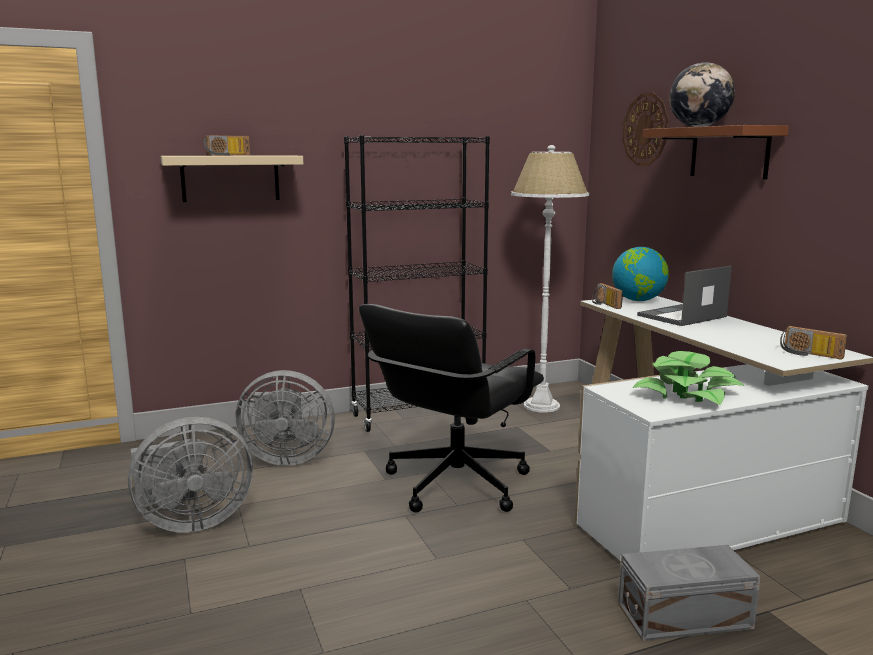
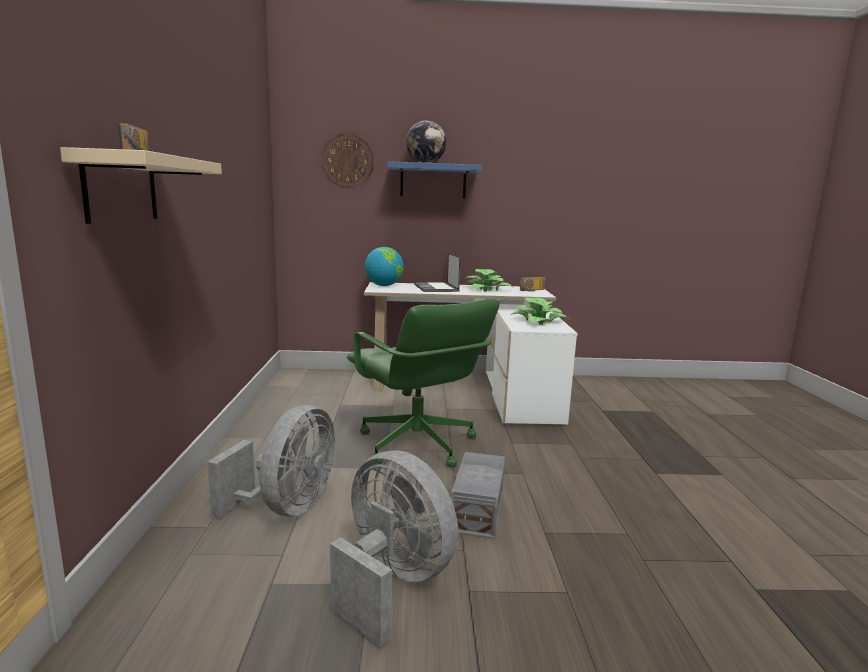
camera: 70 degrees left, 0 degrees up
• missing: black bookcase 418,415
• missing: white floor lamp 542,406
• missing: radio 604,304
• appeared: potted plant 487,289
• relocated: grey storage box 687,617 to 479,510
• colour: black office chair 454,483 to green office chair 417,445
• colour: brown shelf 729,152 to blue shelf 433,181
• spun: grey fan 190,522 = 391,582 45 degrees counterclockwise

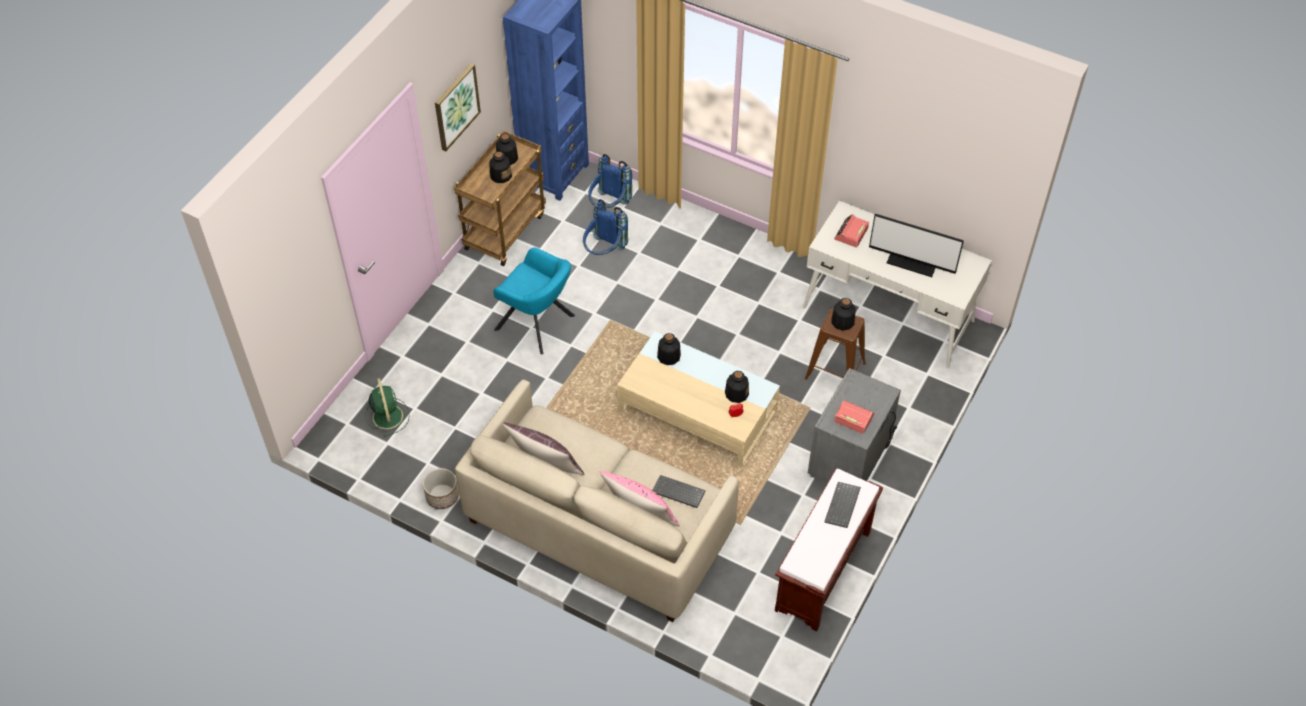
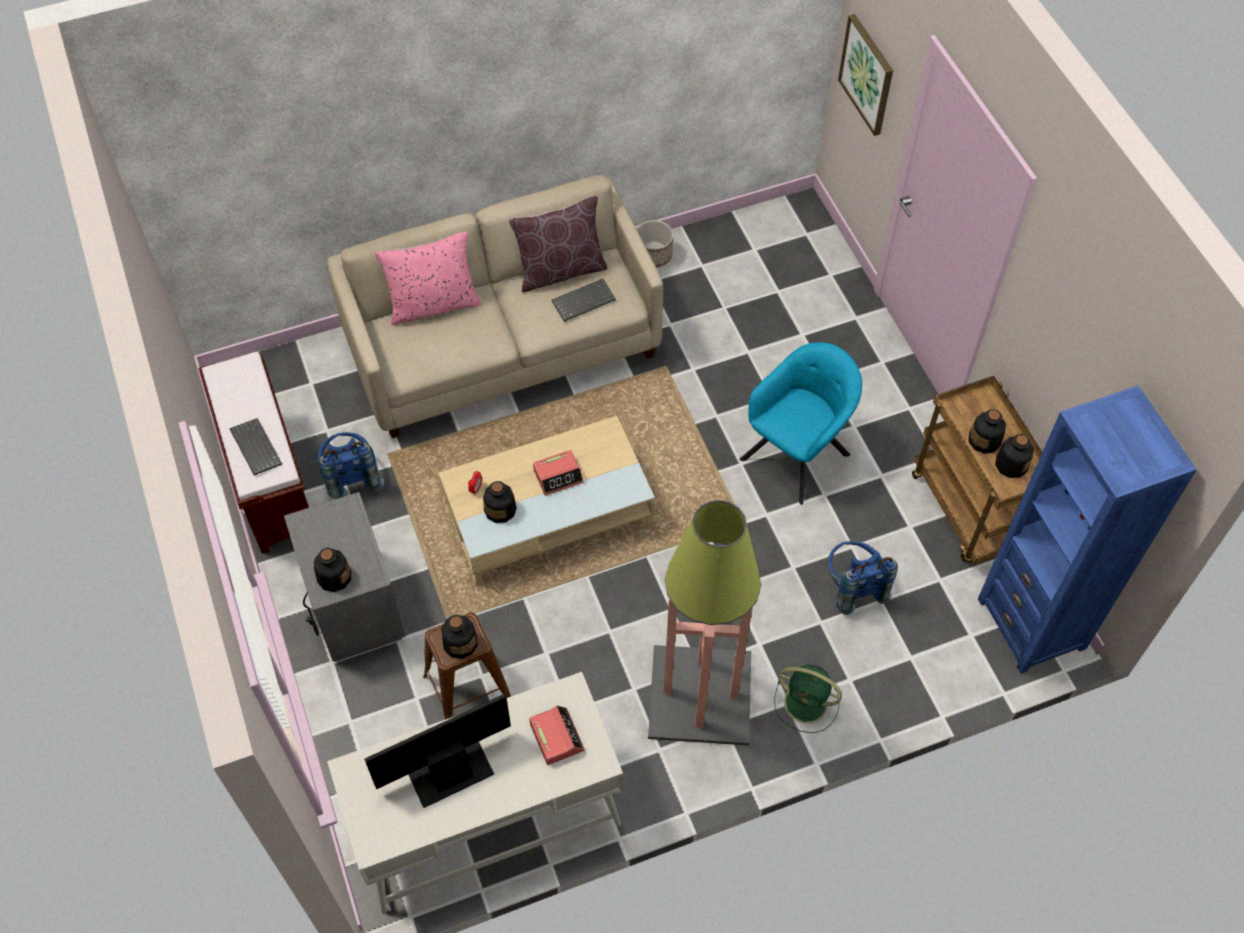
camera: 130 degrees right, 5 degrees up
• appeared: floor lamp 699,694
• relocated: green fan 387,415 to 807,704
• relocated: picture 456,106 to 867,74
• relocated: blue backpack 608,206 to 351,477
• relocated: keyboard 677,493 to 583,300
• relocated: bottle 669,356 to 334,577
• relocated: alarm clock 853,418 to 558,476
• spun: turquoise armchair 537,324 = 797,453 150 degrees clockwise

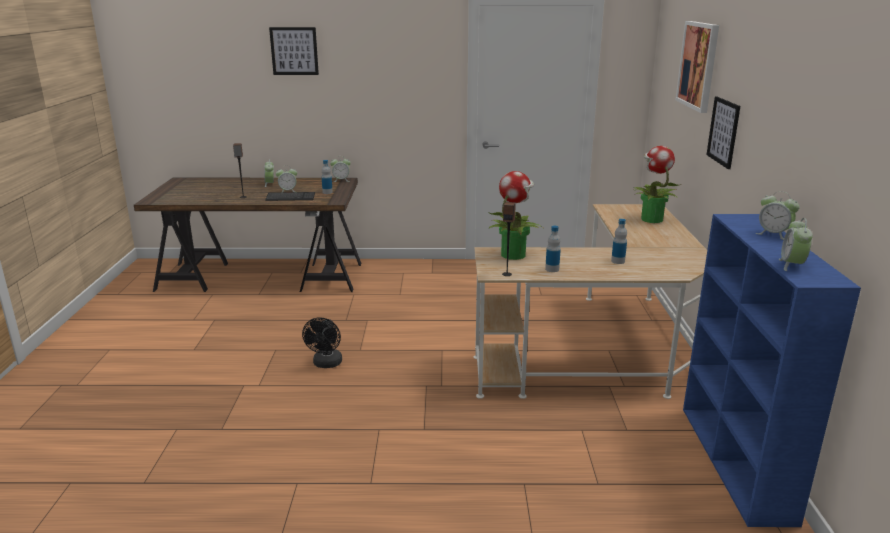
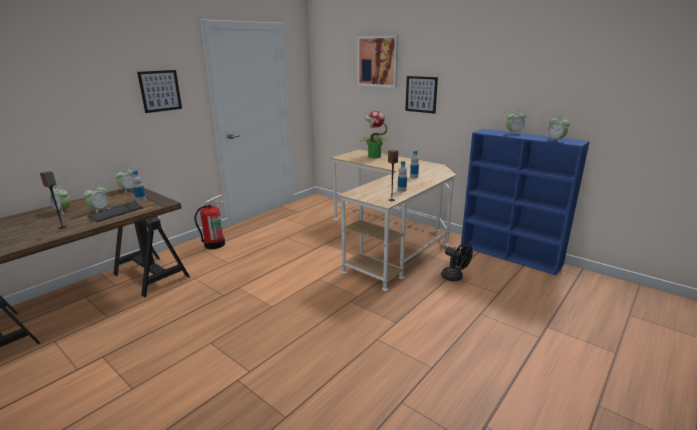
camera: 50 degrees left, 0 degrees up
• missing: potted plant 513,254
• appeared: fire extinguisher 214,244
• relocated: picture 294,51 to 160,91
• relocated: black fan 326,364 to 455,278

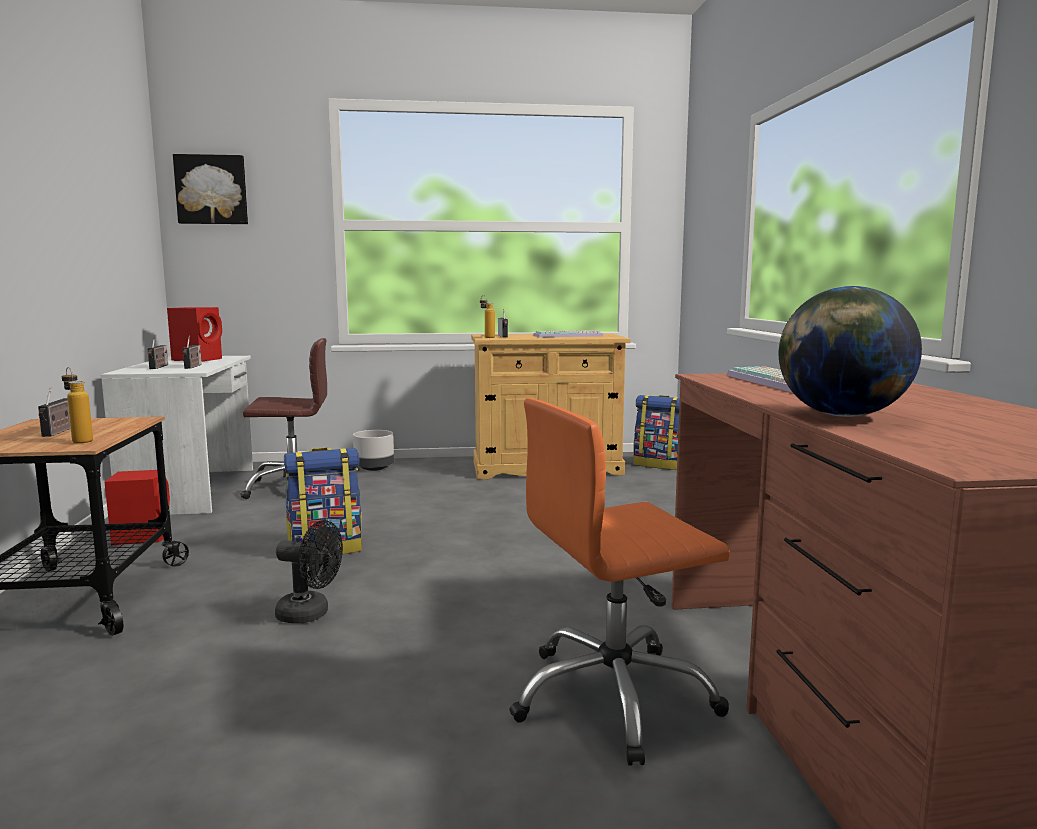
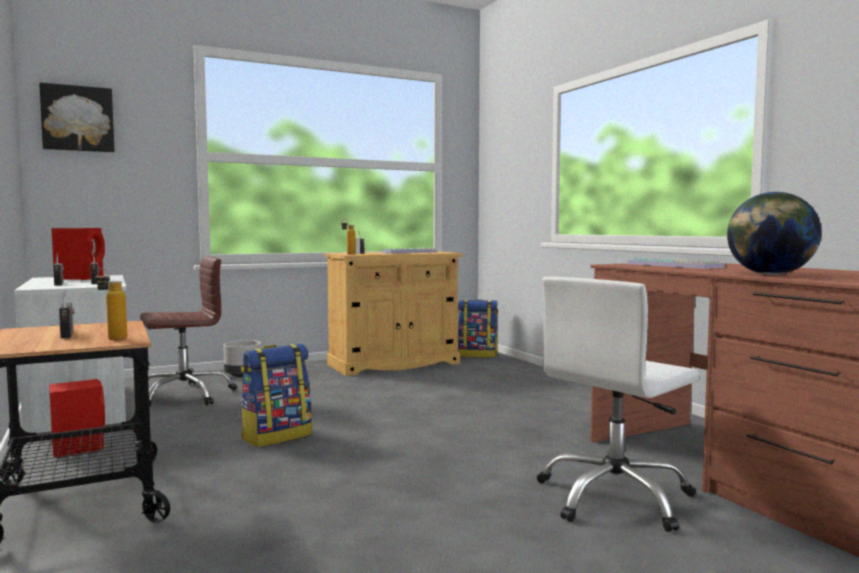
camera: 20 degrees left, 5 degrees down
• missing: black fan 310,614
• colour: orange office chair 614,698 to white office chair 615,498

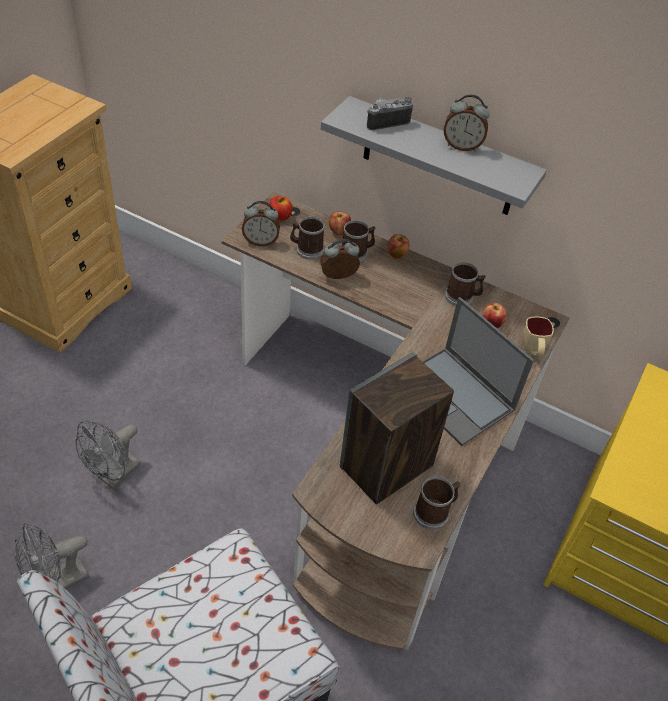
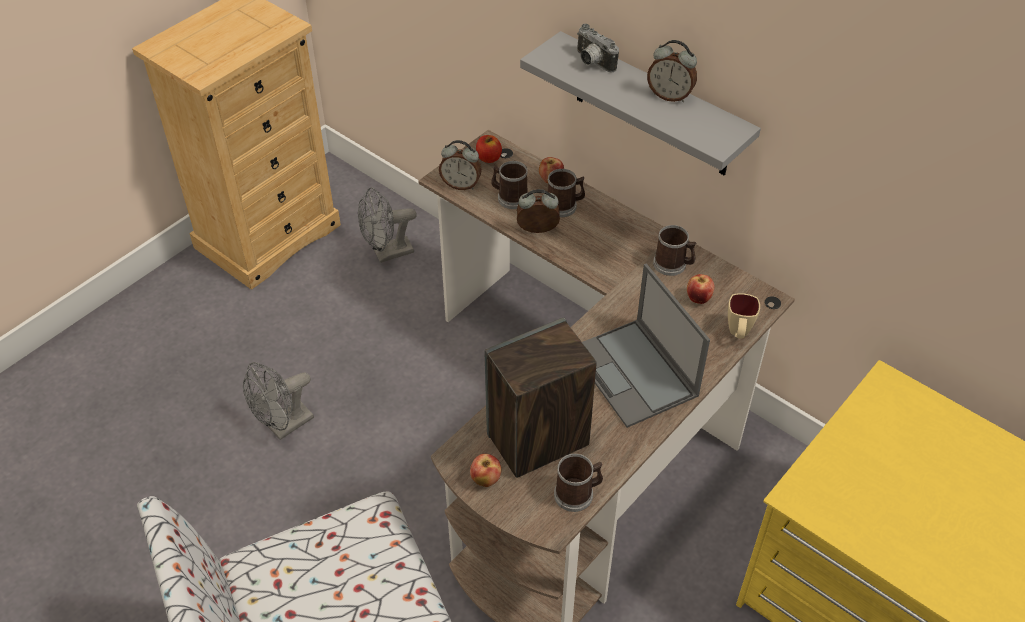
camera: 15 degrees right, 0 degrees up
• relocated: grey fan 57,583 to 387,253
• relocated: apple 396,255 to 485,479
• spun: photo camera 385,121 = 592,62 120 degrees counterclockwise

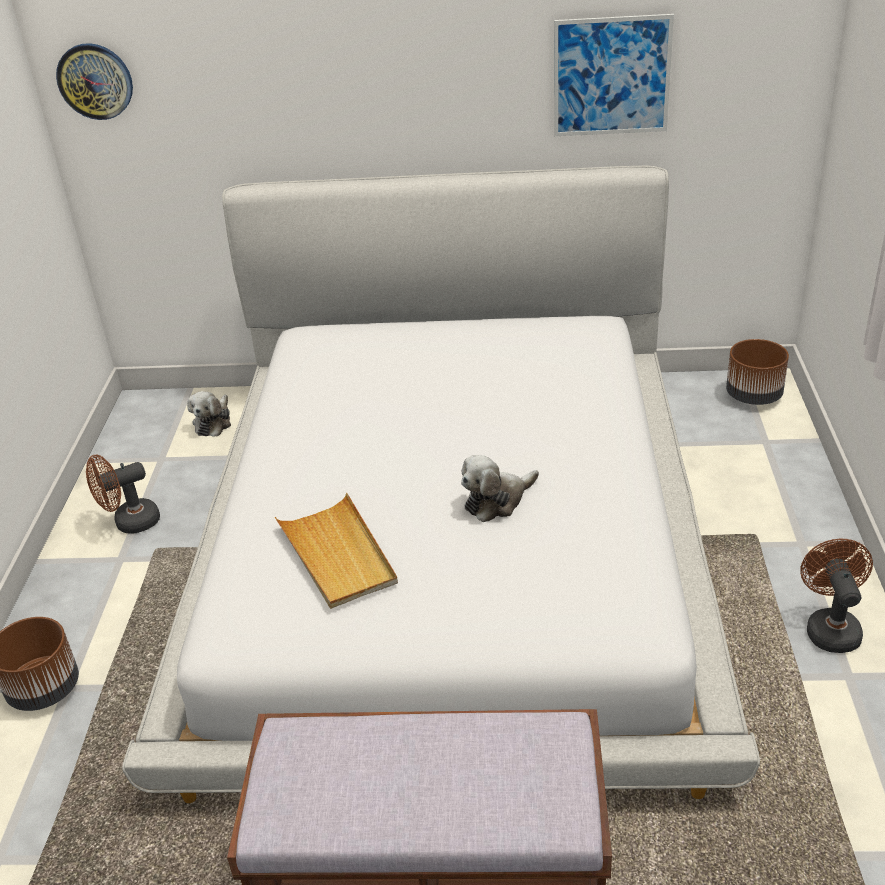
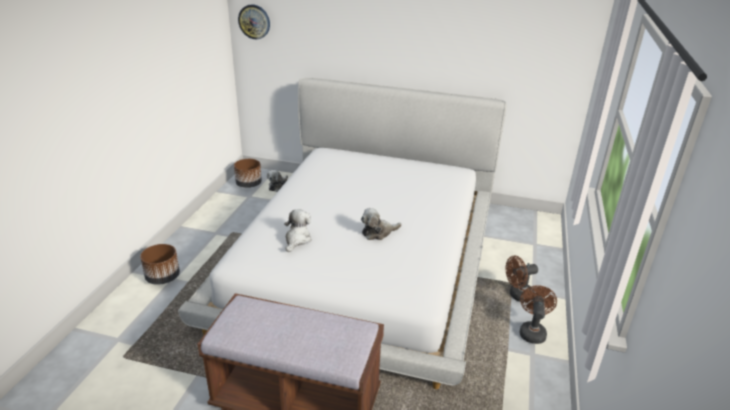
camera: 10 degrees right, 5 degrees down
• missing: picture 611,76
• relocated: brown fan 130,523 to 517,295
• relocated: brown planter 753,396 to 249,185
• exchanged: beige tray 338,555 to plush toy 297,240

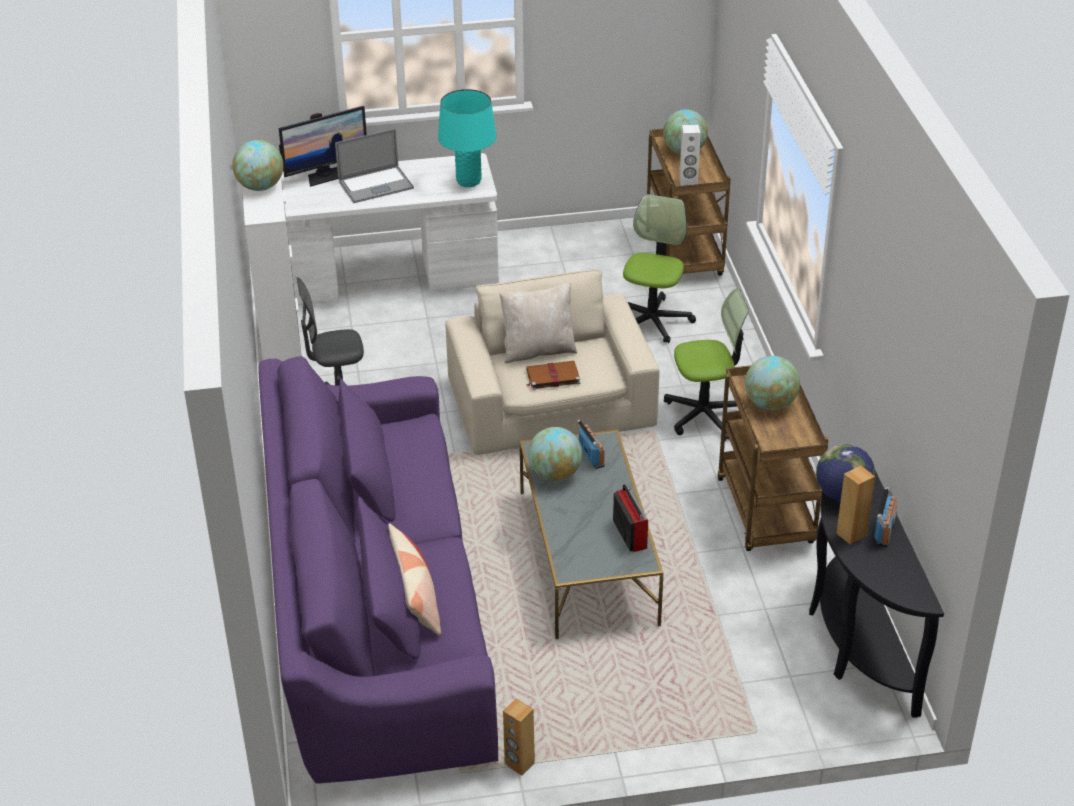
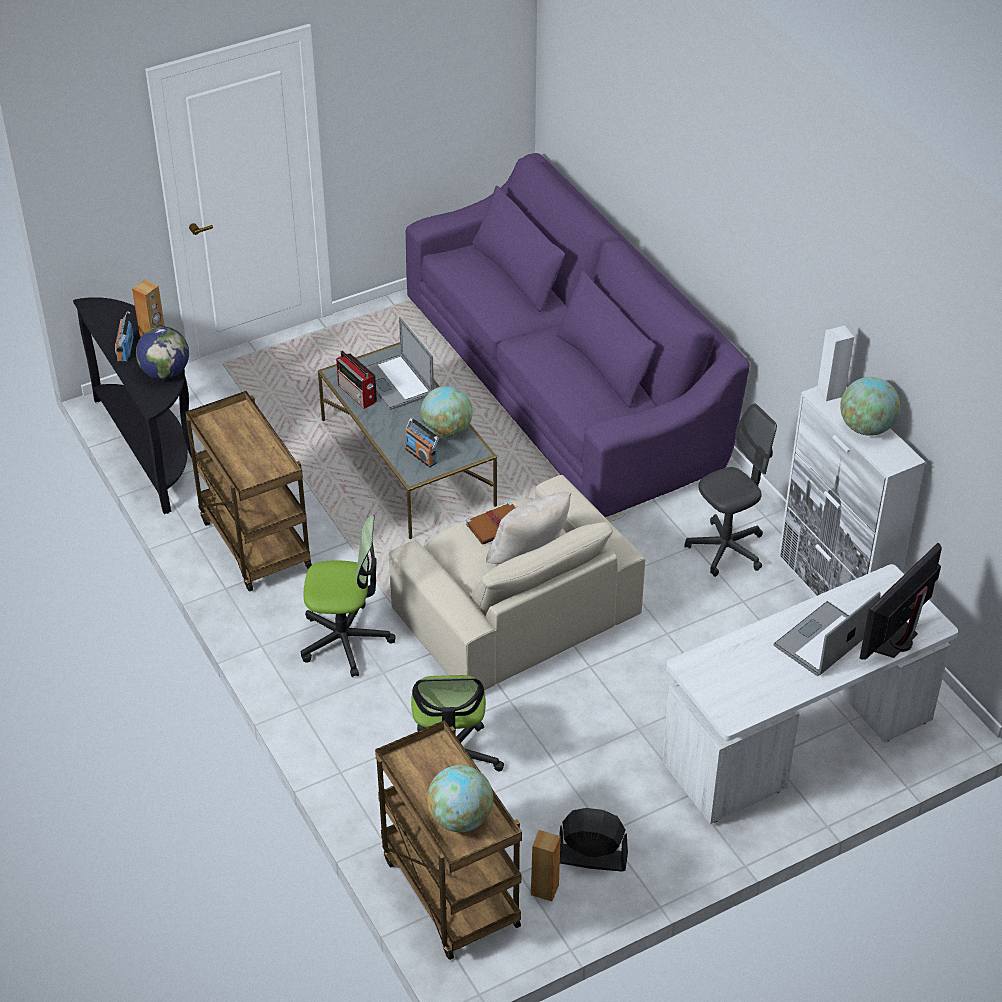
camera: 160 degrees right, 5 degrees up
• missing: pillow 415,597
• missing: turquoise table lamp 469,181
• missing: globe 770,404
• appeared: laptop 396,382
• appeared: black fan 591,857
• relocated: brown speaker 519,764 to 545,889
• relocated: white speaker 688,182 to 830,392
• spun: office chair 705,414 = 345,640 150 degrees counterclockwise

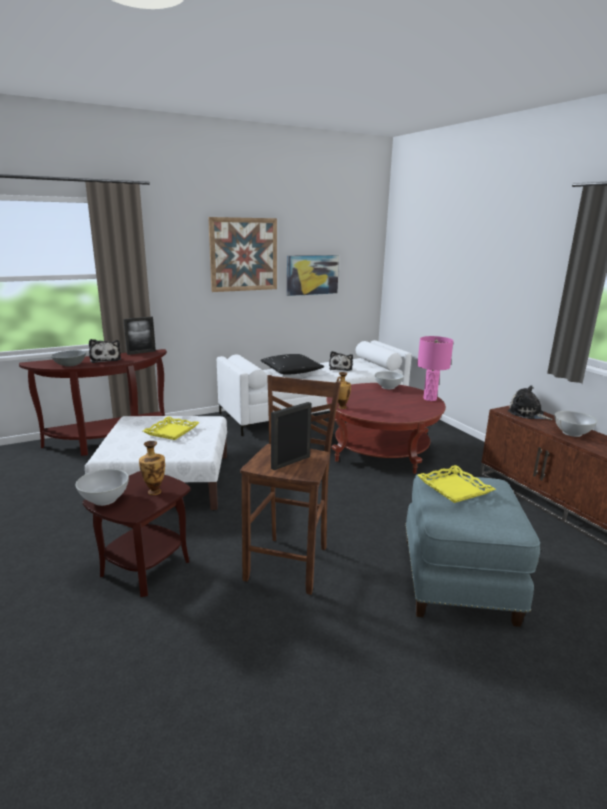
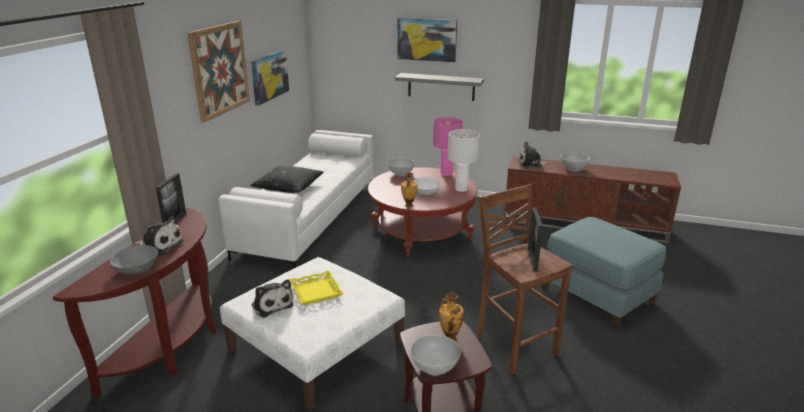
camera: 45 degrees left, 5 degrees up
• missing: yellow tray 455,488
• appeared: grey shelf 441,87
• appeared: picture 426,39
• appeared: white bowl 425,192
• appeared: white table lamp 461,189
• relocated: plush toy 341,368 to 271,304

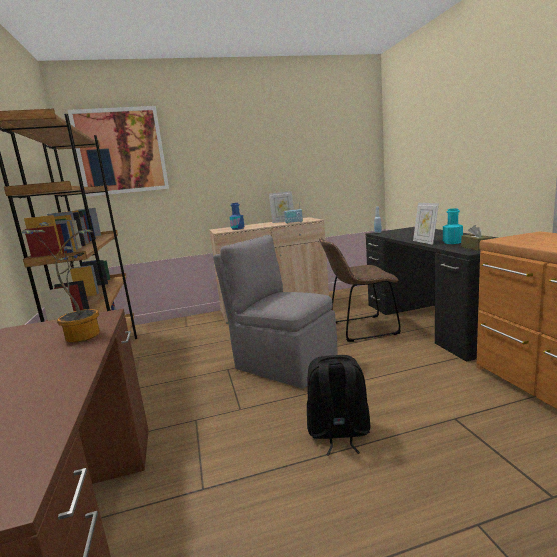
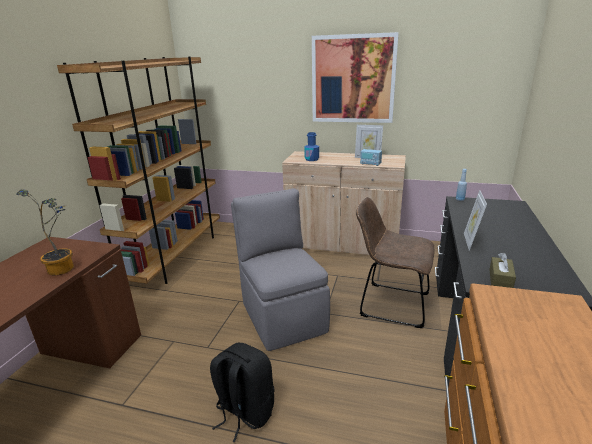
camera: 30 degrees right, 10 degrees up
• missing: turquoise bottle 452,242
• relocated: picture 121,151 to 353,79

